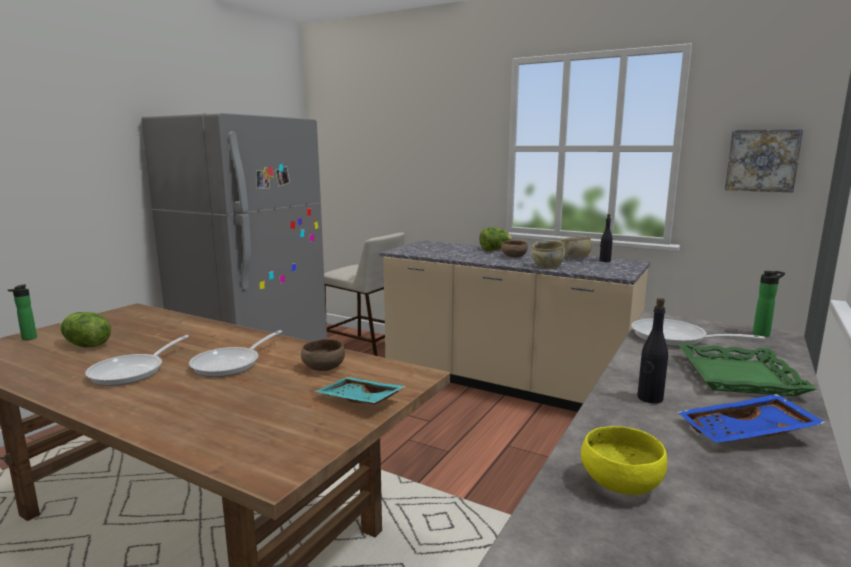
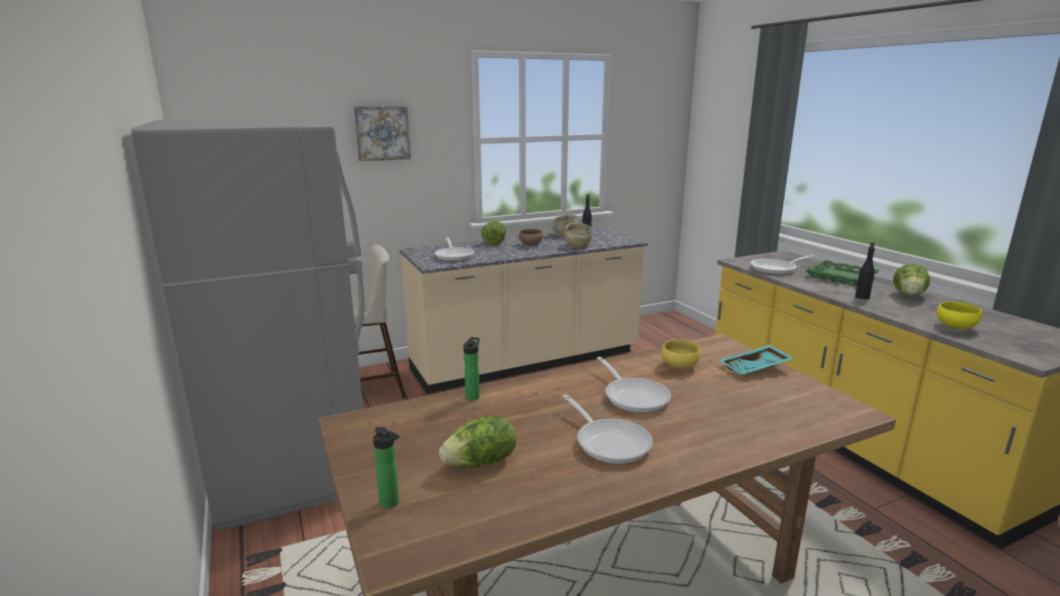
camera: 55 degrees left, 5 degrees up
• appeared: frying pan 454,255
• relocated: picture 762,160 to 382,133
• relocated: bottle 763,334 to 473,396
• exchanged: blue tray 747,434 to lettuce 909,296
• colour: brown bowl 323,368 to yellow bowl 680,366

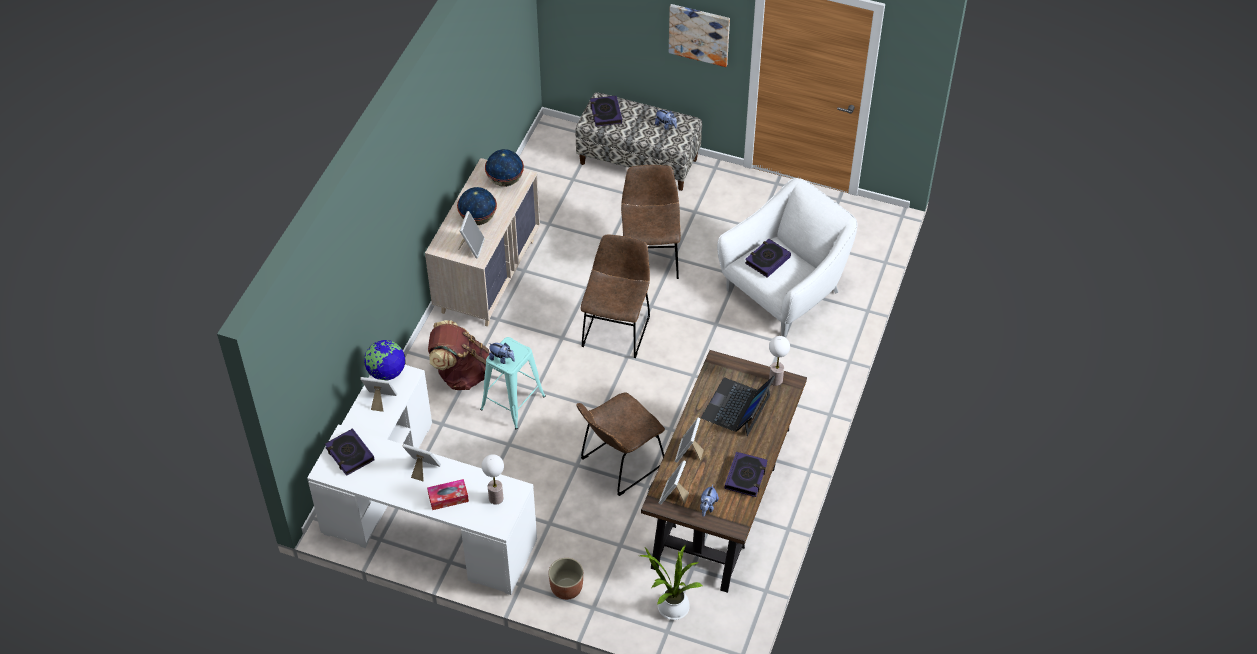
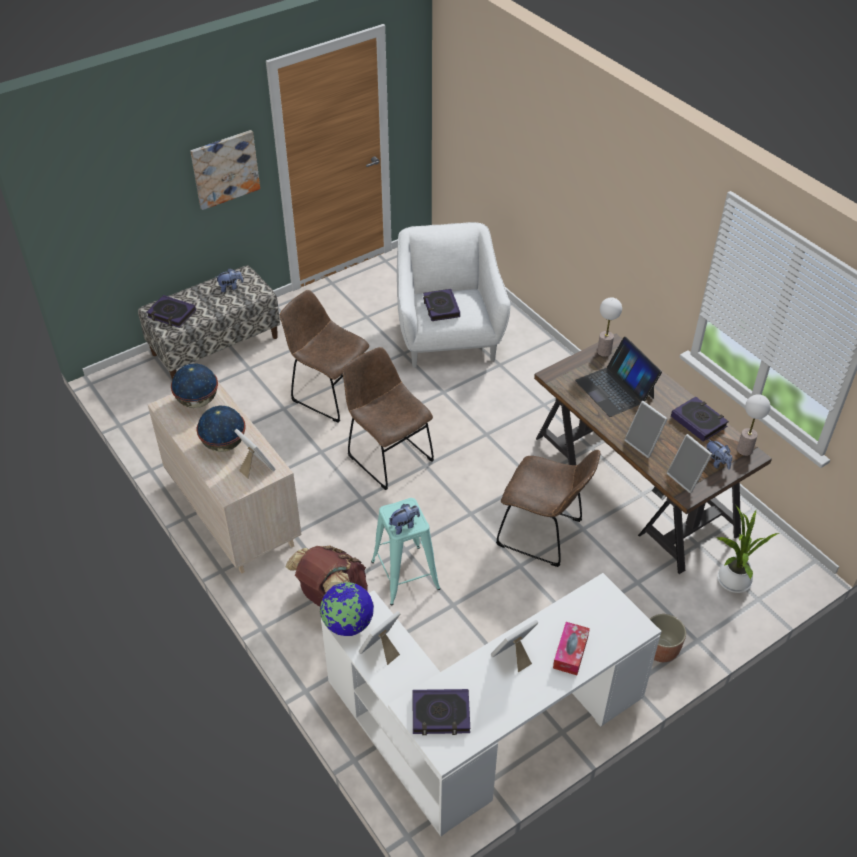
camera: 55 degrees left, 5 degrees down
• relocated: table lamp 496,498 to 744,450
• spun: brown chair 619,464 = 543,534 60 degrees counterclockwise

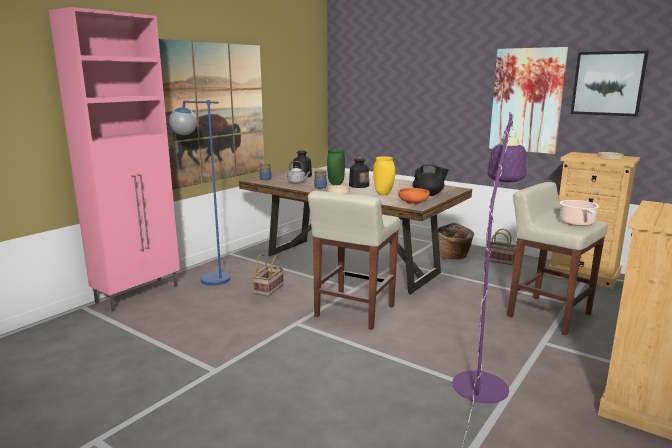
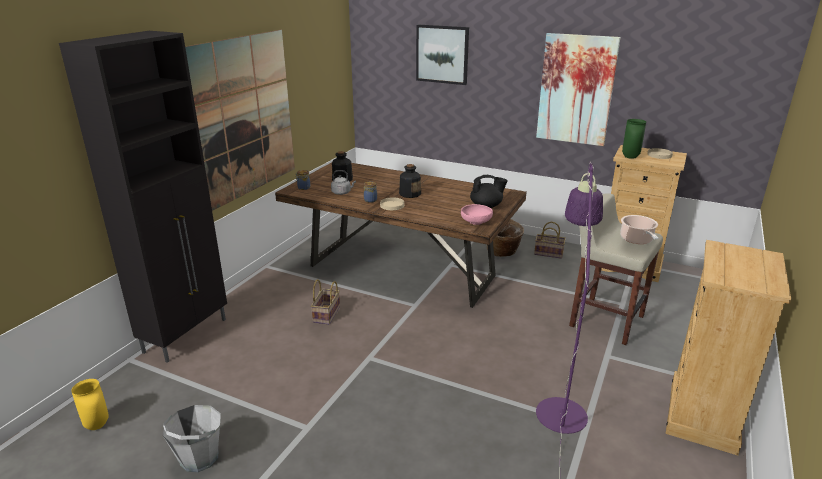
camera: 10 degrees left, 10 degrees up
• missing: blue floor lamp 207,278
• missing: beige stool 354,312
• appeared: grey bucket 199,457
• relocated: green vase 335,184 to 629,157
• relocated: yellow vase 384,194 to 98,425
• relocated: picture 608,83 to 442,54
• colour: pink cabinet 139,294 to black cabinet 187,335
• colour: orange bowl 413,203 to pink bowl 476,222

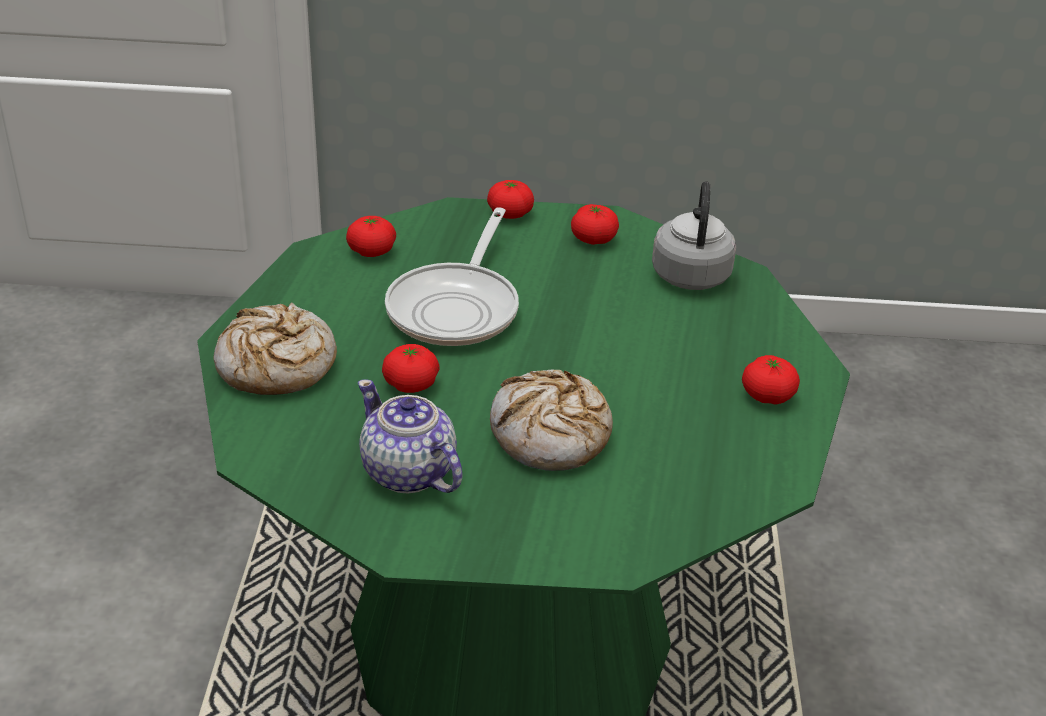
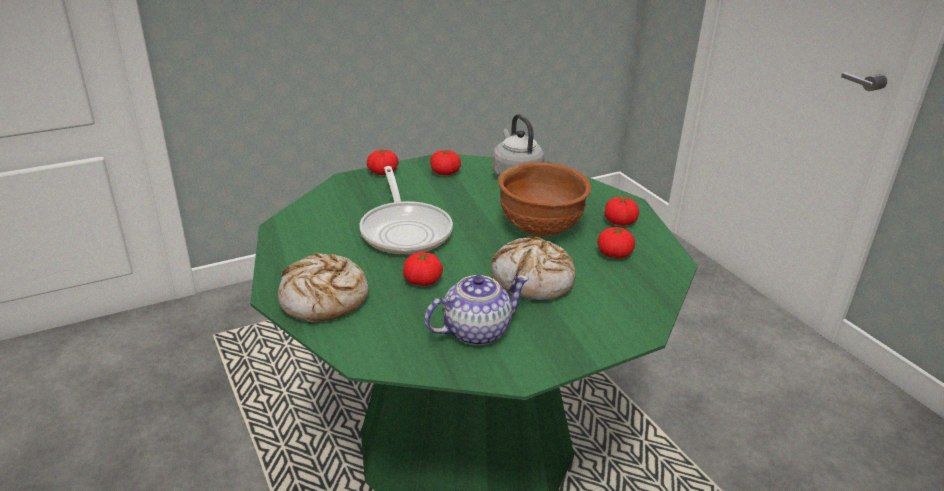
camera: 30 degrees left, 5 degrees down
• appeared: brown bowl 540,230
• relocated: tomato 371,251 to 614,254
• spun: teapot 408,473 = 475,331 135 degrees clockwise

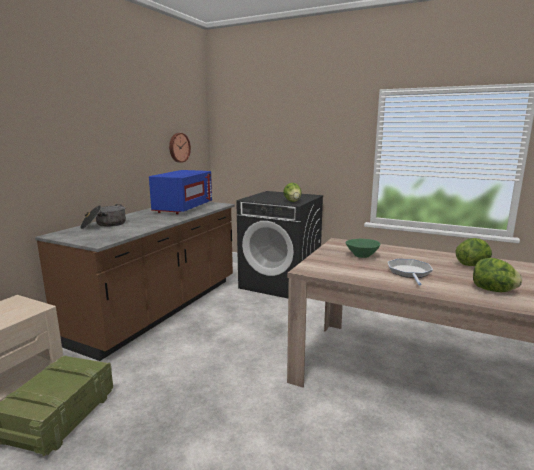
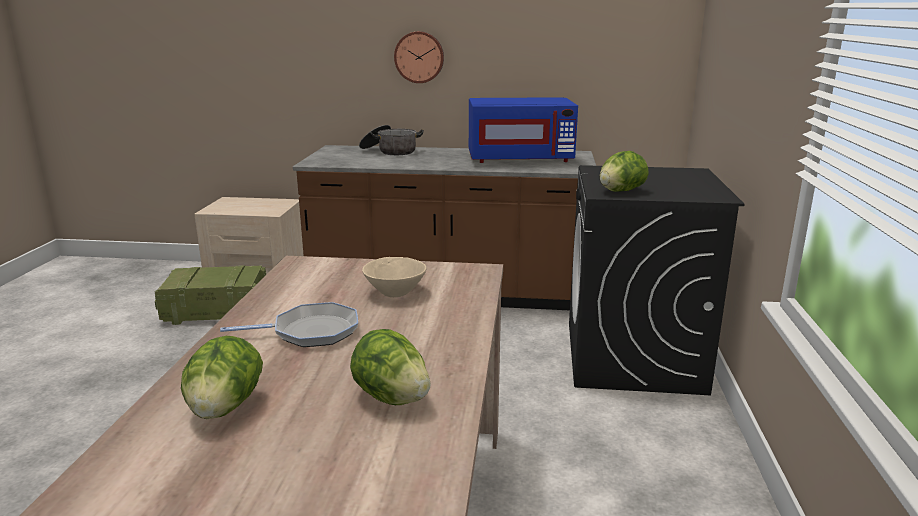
camera: 70 degrees right, 5 degrees up
• relocated: wall clock 178,147 to 419,57
• colour: green bowl 361,256 to beige bowl 395,292

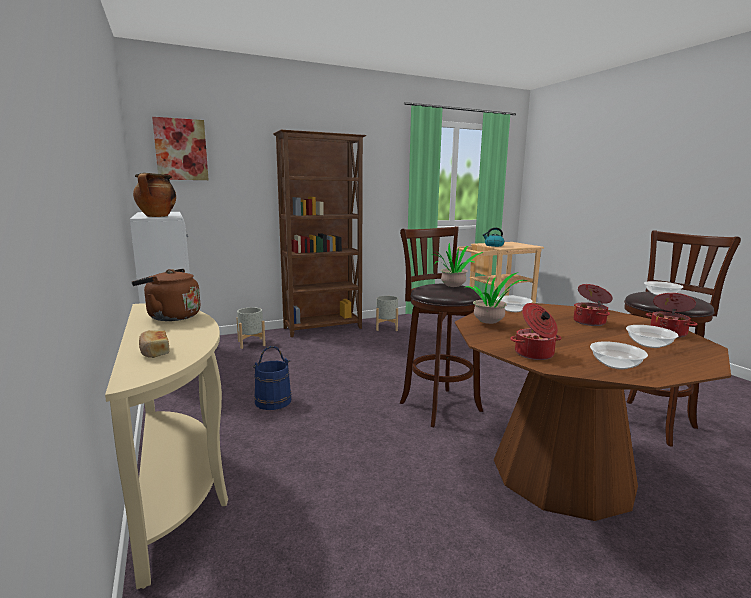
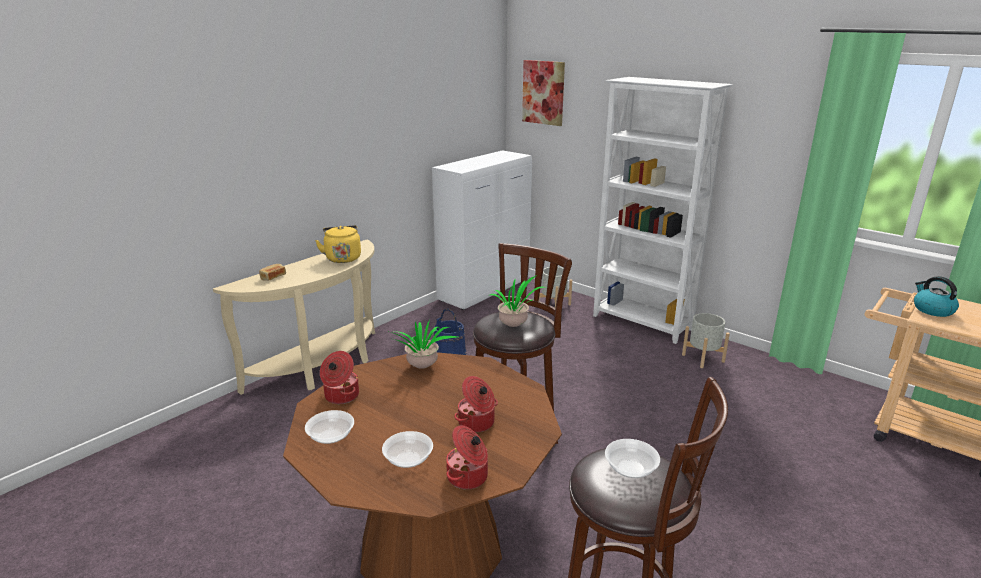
camera: 65 degrees right, 10 degrees up
• missing: cooking pot 157,216
• missing: bowl 512,310
• colour: brown kettle 170,317 to yellow kettle 343,258
• colour: brown bookcase 323,328 to white bookcase 642,323

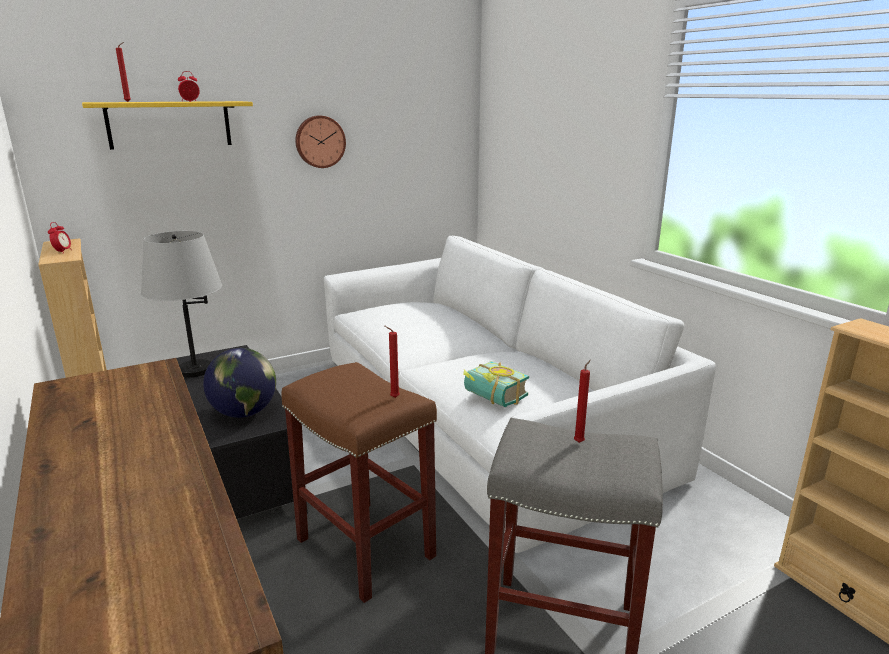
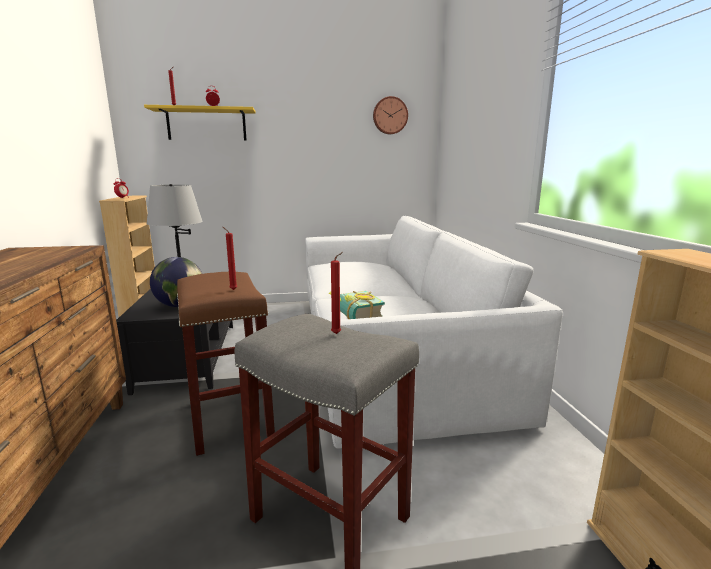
camera: 20 degrees right, 5 degrees down
• relocated: wall clock 320,141 to 390,115

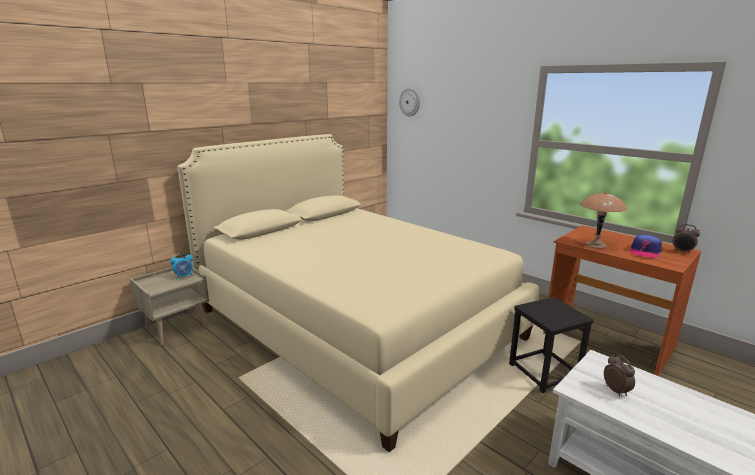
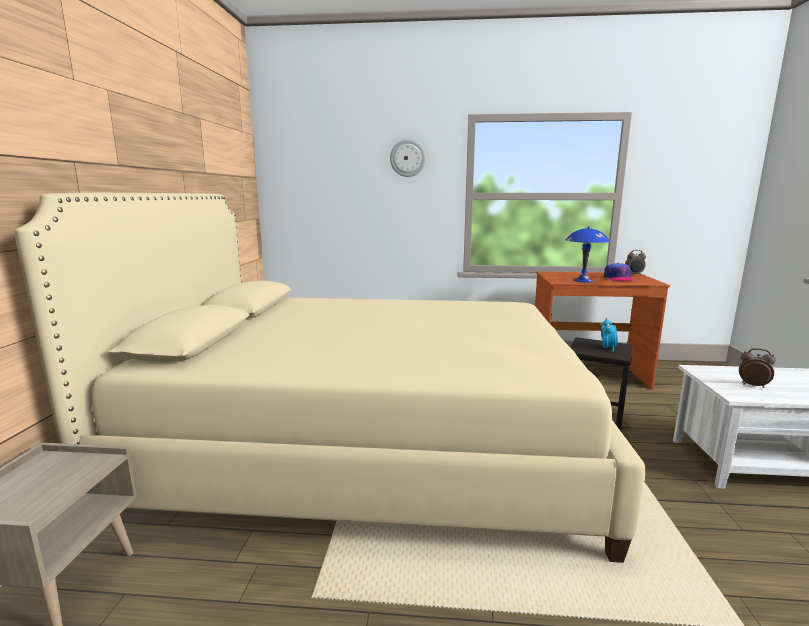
camera: 40 degrees left, 5 degrees down
• relocated: alarm clock 184,276 to 607,348
• relocated: wall clock 410,102 to 407,158
• colour: brown table lamp 596,245 to blue table lamp 583,280

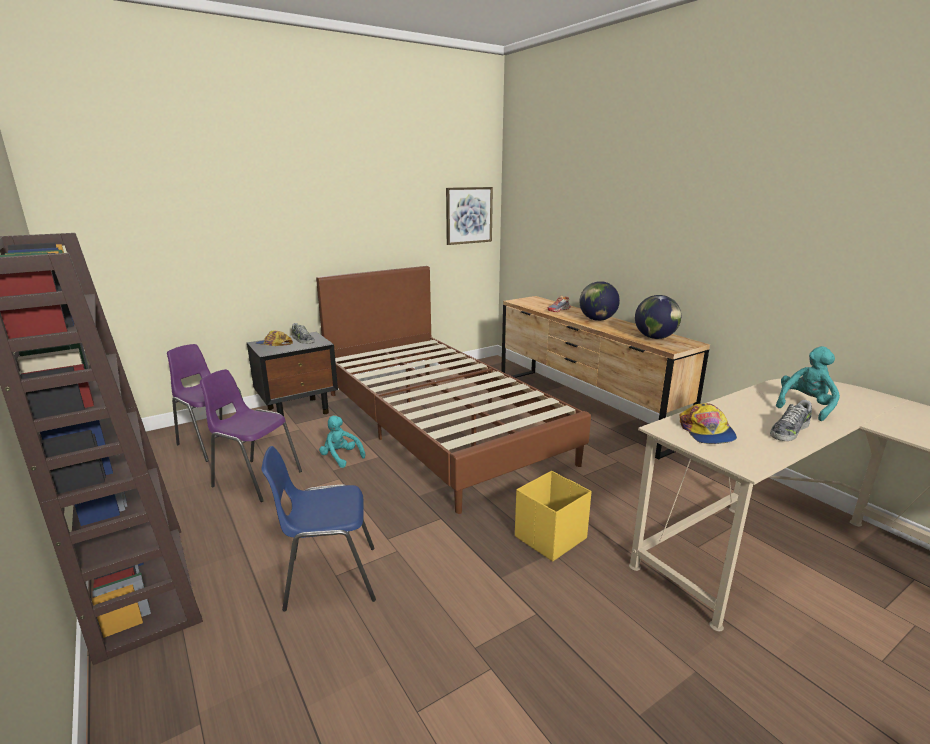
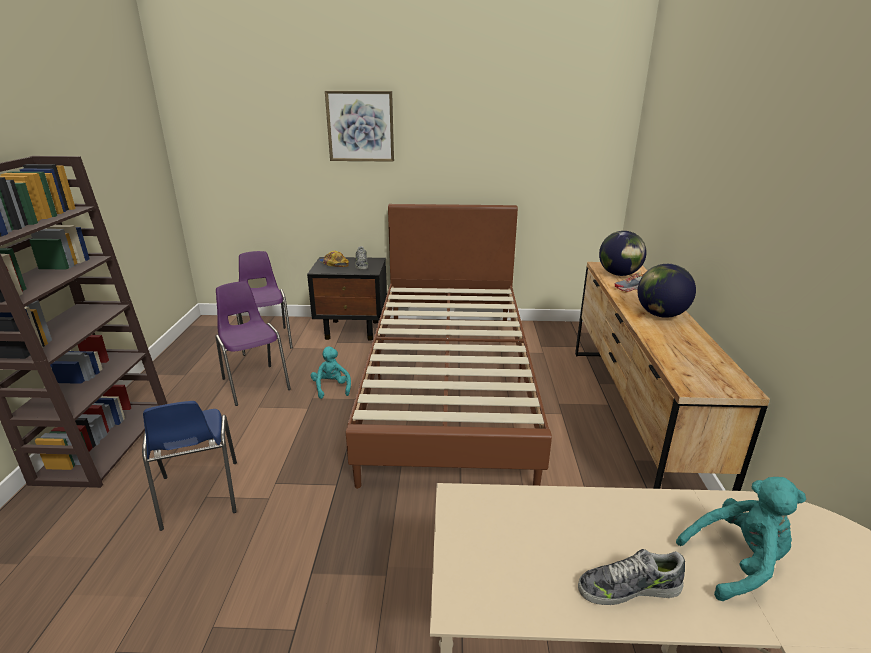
camera: 35 degrees right, 5 degrees up
• missing: yellow storage box 549,538
• missing: cap 706,432
• relocated: picture 469,215 to 360,126
• relocated: globe 655,338 to 619,274
• spun: blue chair 328,578 = 199,496 135 degrees counterclockwise

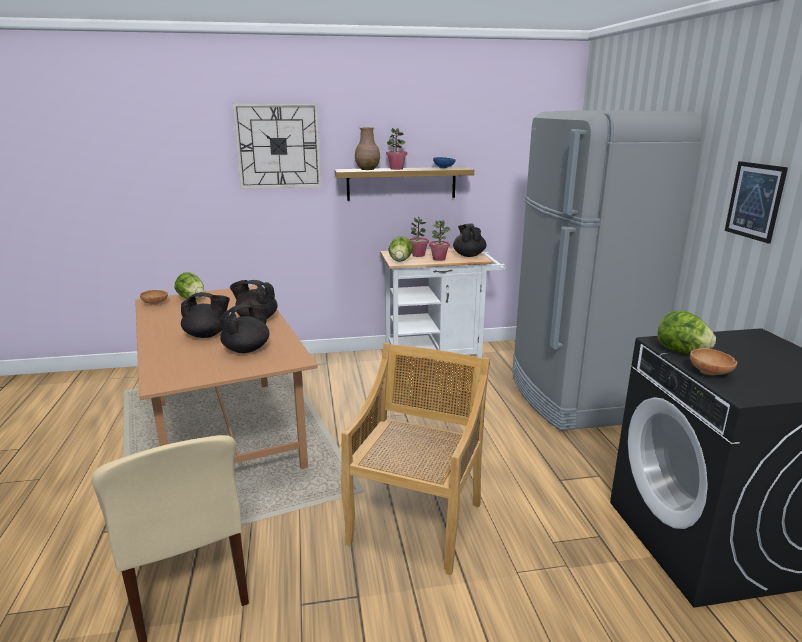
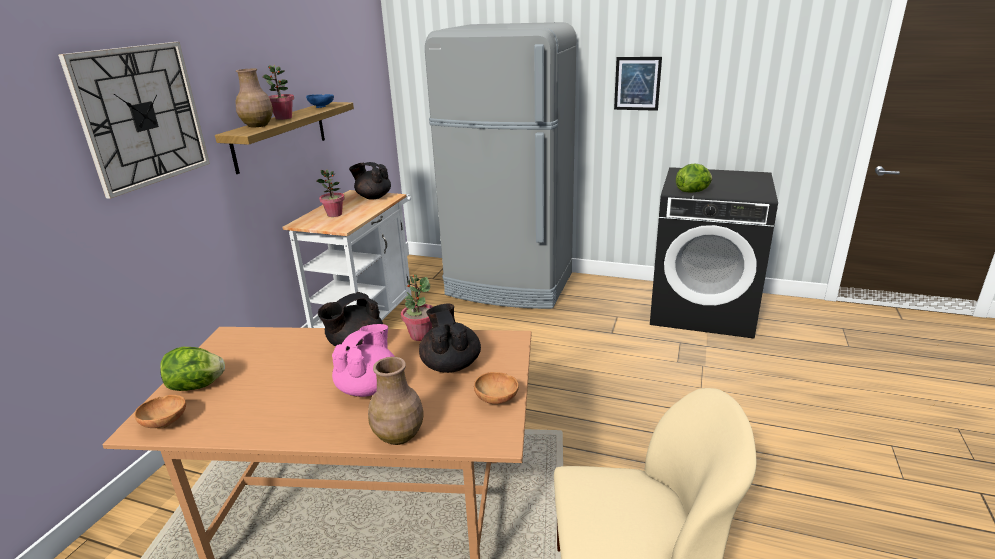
camera: 60 degrees left, 5 degrees up
• missing: beige chair 416,521
• missing: lettuce 400,261
• appeared: brown vase 399,436
• relocated: potted plant 439,259 to 420,335
• relocated: brown bowl 710,374 to 497,399
• colour: black teapot 207,335 to pink teapot 369,387

